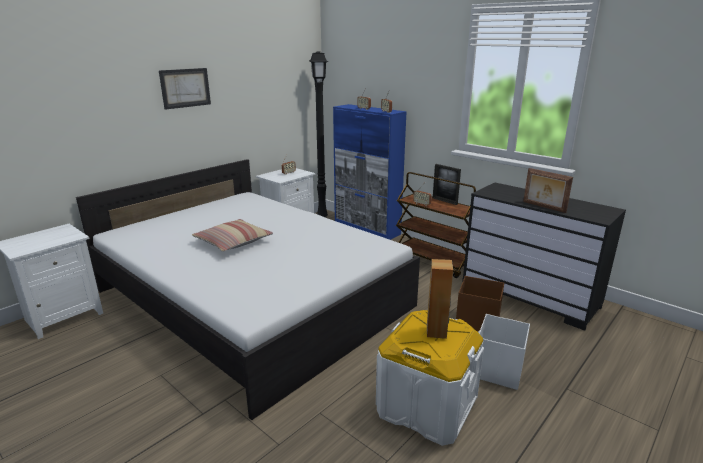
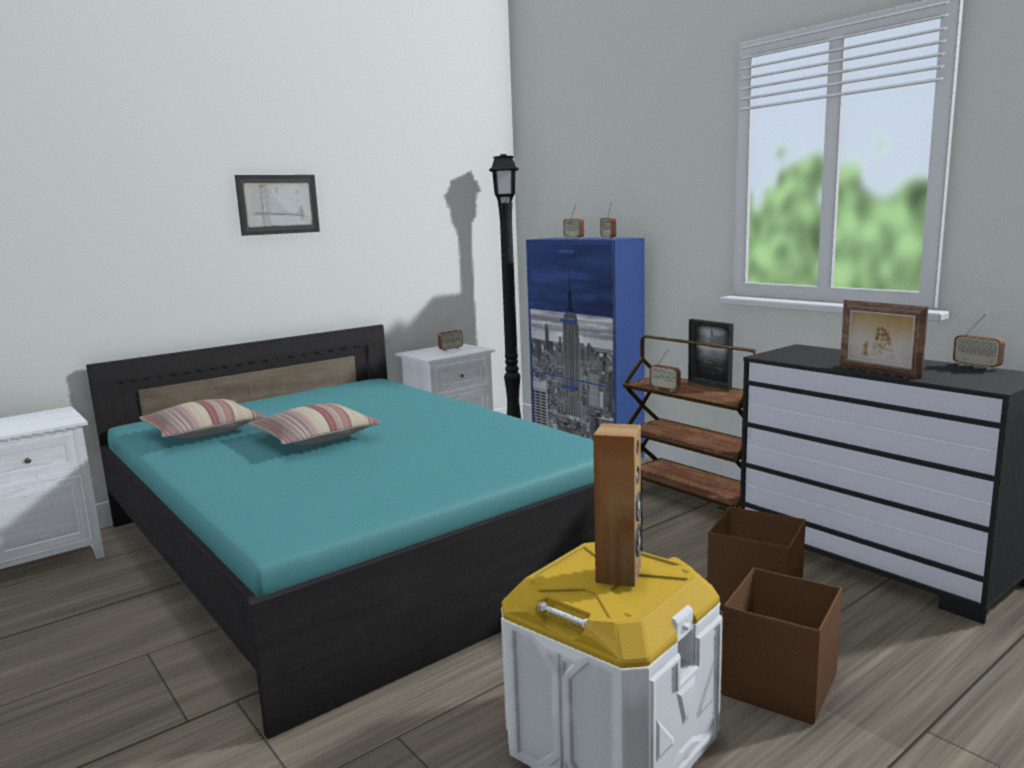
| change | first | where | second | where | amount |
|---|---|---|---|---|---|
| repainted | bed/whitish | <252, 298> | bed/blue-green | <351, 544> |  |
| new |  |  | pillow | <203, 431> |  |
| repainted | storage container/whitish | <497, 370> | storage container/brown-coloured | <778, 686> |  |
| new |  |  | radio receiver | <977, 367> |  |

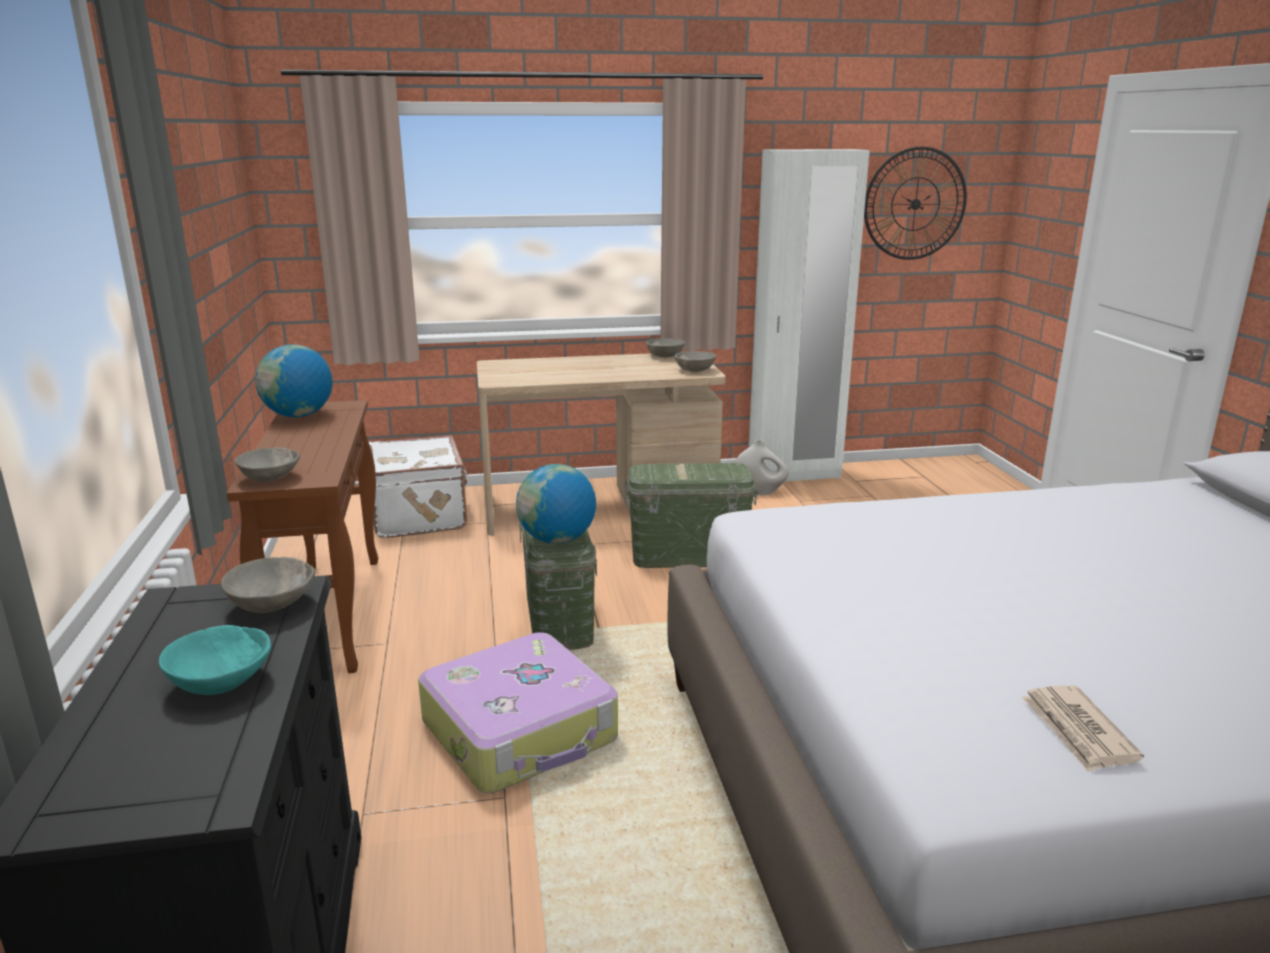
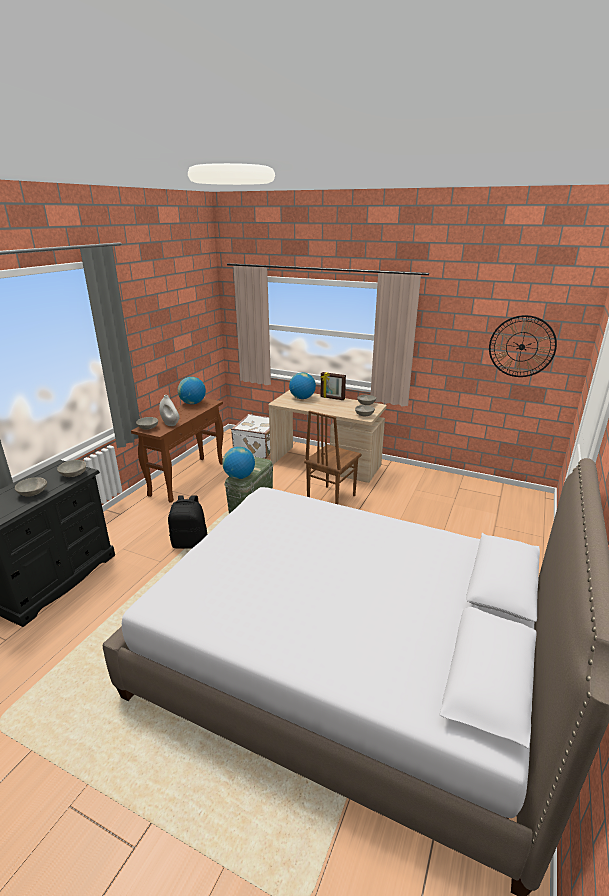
| change | first | where | second | where | amount |
|---|---|---|---|---|---|
| repainted | deep dish/blue-green | <219, 682> | deep dish/gray | <33, 493> |  |
| shifted | vase/whitish | <759, 492> |  | <170, 424> |  |
| swapped | suitcase | <521, 731> | rucksack/black-coloured | <190, 543> |  |
| new |  |  | world globe | <302, 398> |  |
| swapped | storage container/greenish | <688, 556> | chair/brown-coloured | <330, 499> |  |
| new |  |  | standing frame | <332, 398> |  |
| gone | clothes cupboard/whitish | <794, 475> |  |  |  |
| gone | printed paper | <1078, 731> |  |  |  |

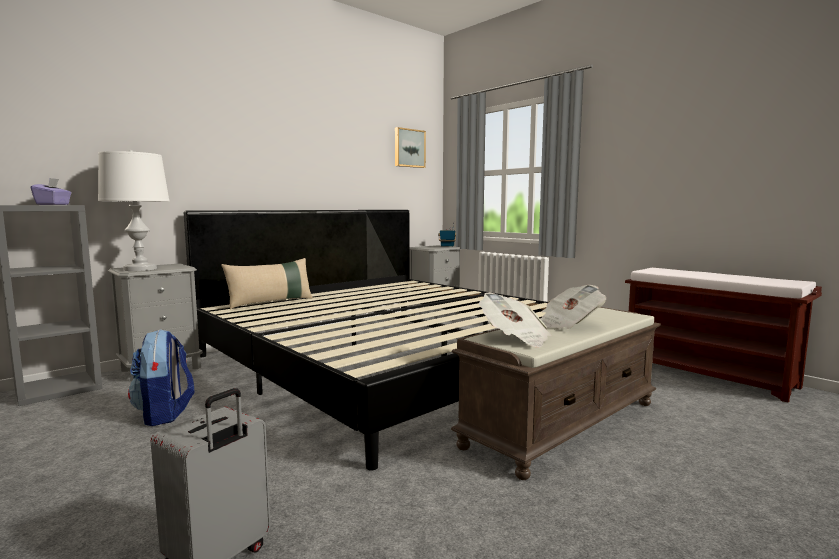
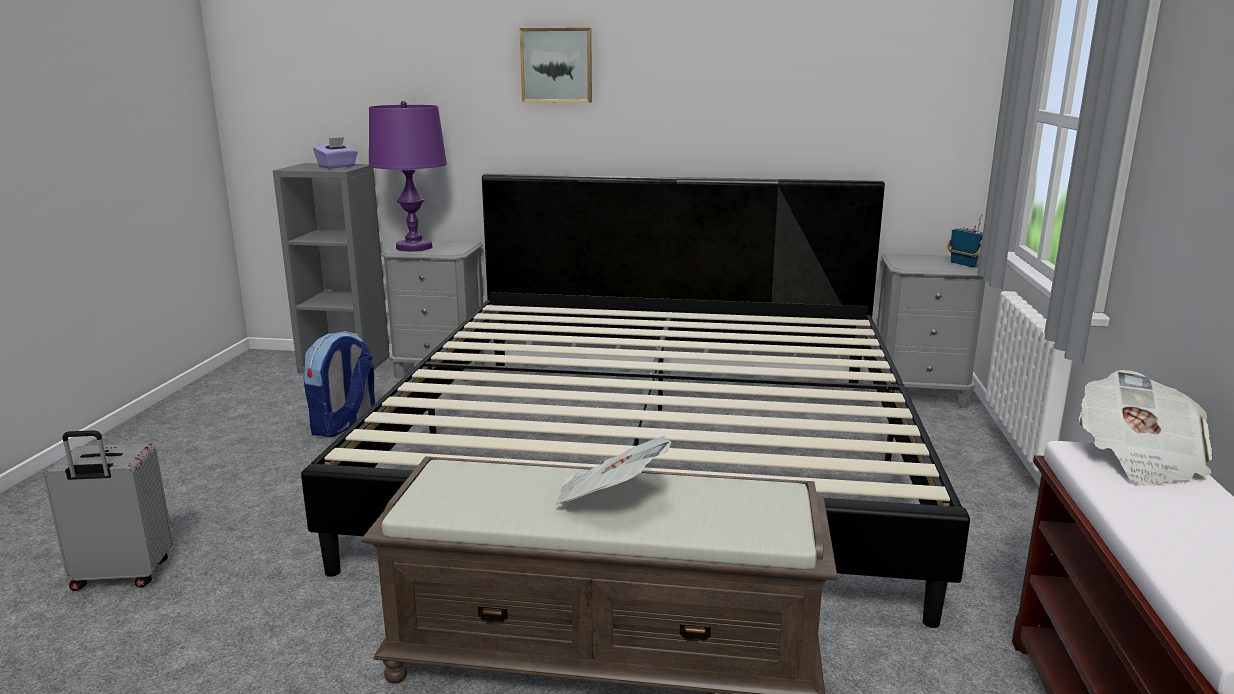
| change | first | where | second | where | amount |
|---|---|---|---|---|---|
| repainted | table lamp/whitish | <140, 269> | table lamp/purple | <414, 247> |  |
| shifted | picture | <409, 148> |  | <557, 65> |  |
| shifted | printed paper | <515, 338> |  | <1138, 459> |  |
| gone | pillow/beige-coloured | <270, 302> |  |  |  |

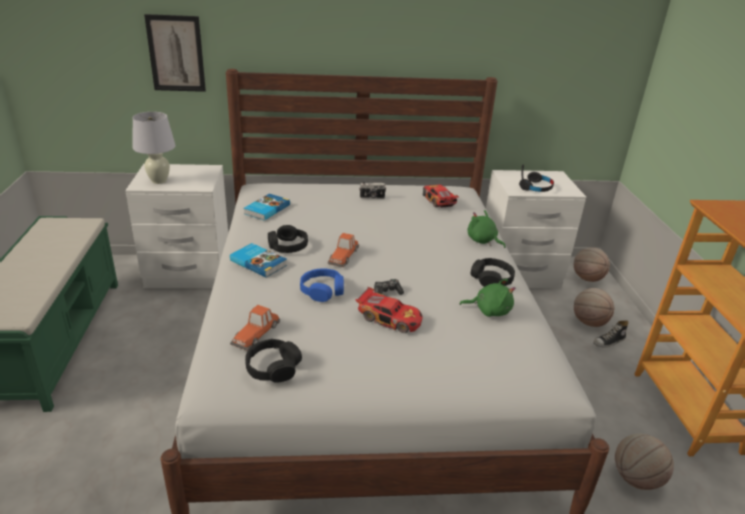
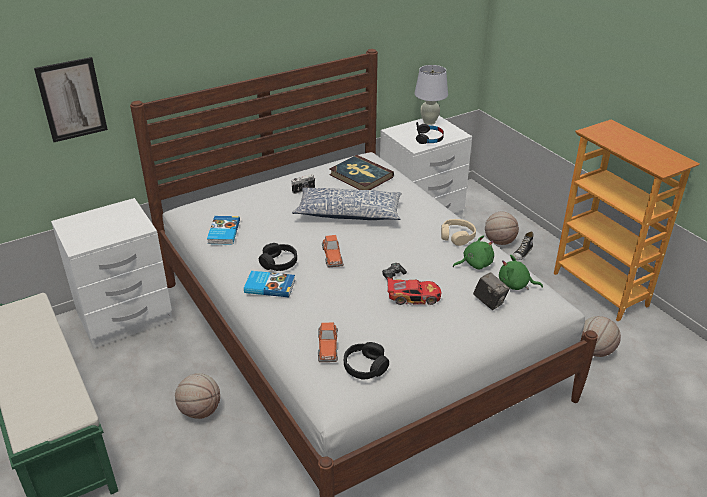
| change | first | where | second | where | amount |
|---|---|---|---|---|---|
| shifted | basketball ball | <587, 278> |  | <200, 410> |  |
| new |  |  | pillow | <348, 213> |  |
| swapped | miniature car | <438, 201> | bound book | <361, 176> |  |
| shifted | table lamp/whitish | <159, 181> |  | <429, 122> |  |
| repainted | headset/black-coloured | <491, 279> | headset/beige-coloured | <457, 236> |  |
| new |  |  | still camera | <489, 302> |  |
| shifted | plush toy/greenish | <482, 241> |  | <515, 285> |  |
| gone | headset/blue-coloured | <322, 291> |  |  |  |

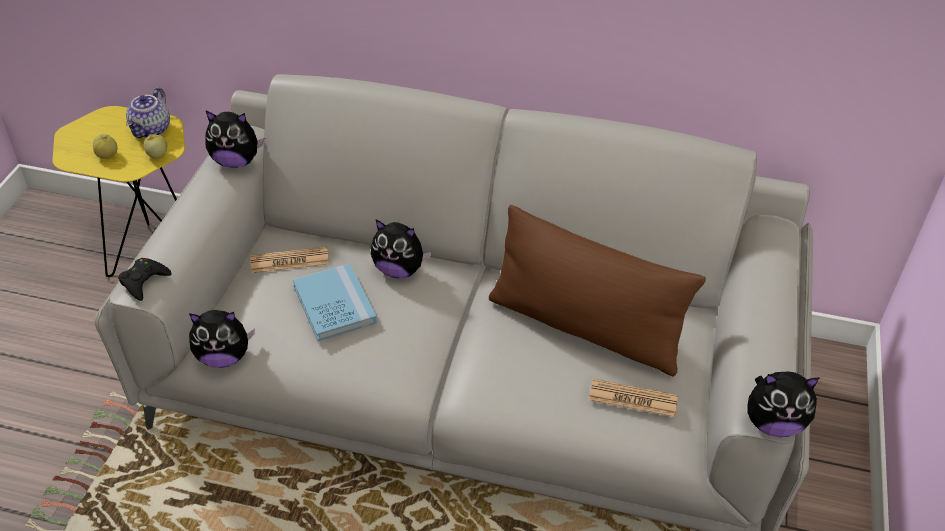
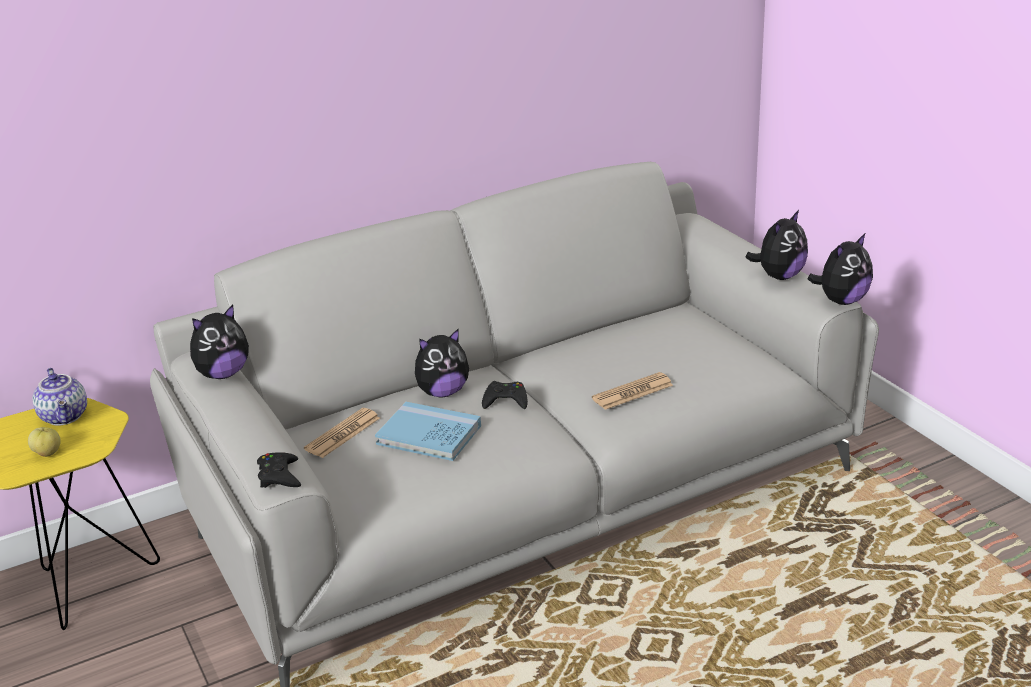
| change | first | where | second | where | amount |
|---|---|---|---|---|---|
| new |  |  | joypad/black-coloured | <505, 400> |  |
| shifted | printed paper | <633, 398> |  | <632, 392> |  |
| shifted | plush toy | <223, 357> |  | <779, 276> |  |
| gone | whole apple | <157, 155> |  |  |  |
| gone | pillow/brown-coloured | <584, 327> |  |  |  |

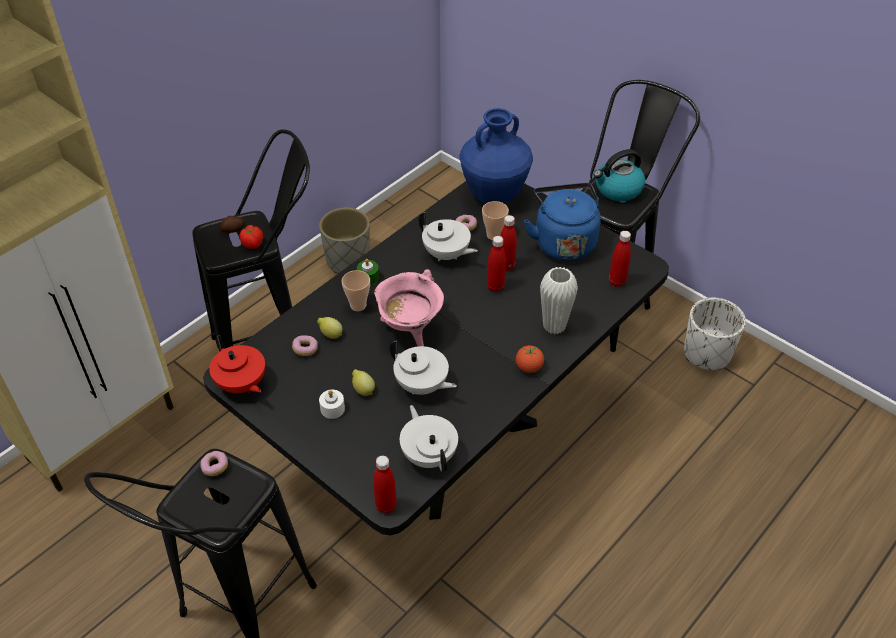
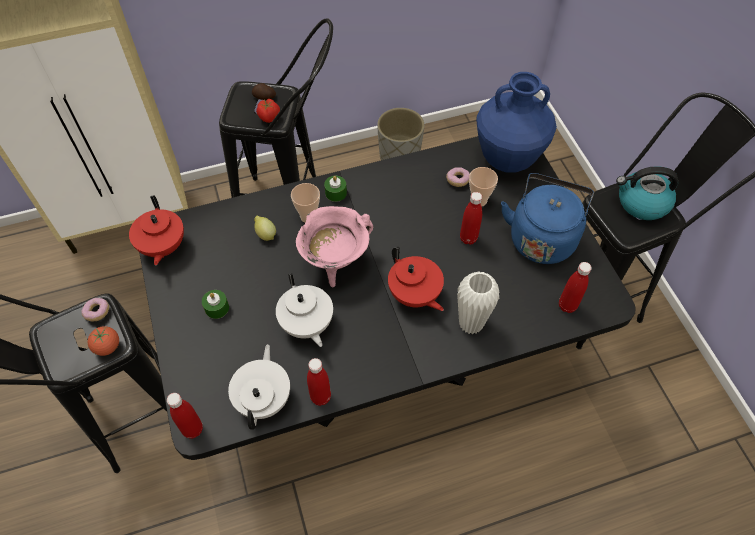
| change | first | where | second | where | amount |
|---|---|---|---|---|---|
| shifted | fresh tomato | <529, 367> |  | <108, 347> |  |
| repainted | candle/whitish | <332, 409> | candle/greenish | <217, 308> |  |
| shifted | bottle/red | <495, 287> |  | <320, 397> |  |
| new |  |  | tea pot/red | <414, 295> |  |
| gone | ring doughnut | <305, 349> |  |  |  |
| gone | citrus fruit | <363, 390> |  |  |  |
| gone | tea pot/whitish | <446, 254> |  |  |  |
| gone | plant pot/whitish | <707, 353> |  |  |  |

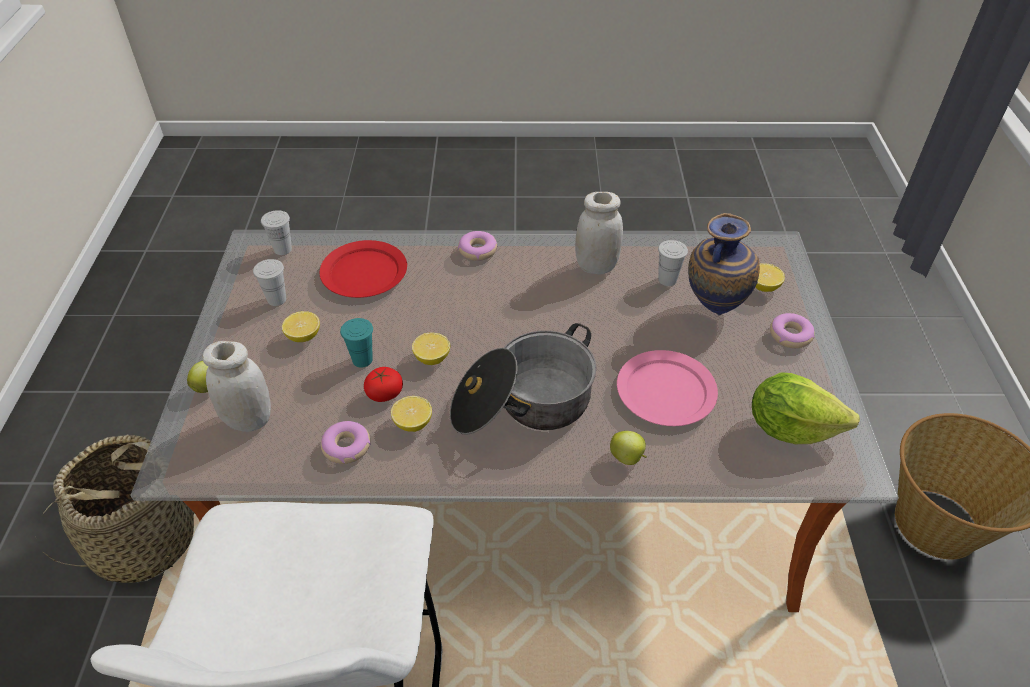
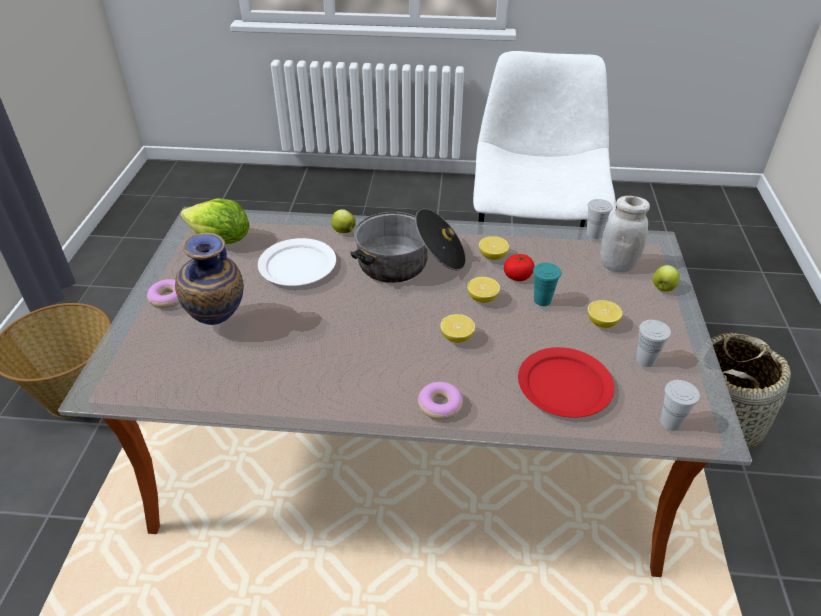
| change | first | where | second | where | amount |
|---|---|---|---|---|---|
| repainted | flat dish/pink-coloured | <665, 390> | flat dish/whitish | <297, 266> |  |
| shifted | citrus fruit | <763, 287> |  | <457, 337> |  |
| shifted | small cup/whitish | <667, 280> |  | <594, 233> |  |
| gone | ring doughnut | <346, 447> |  |  |  |
| gone | jar/whitish | <596, 266> |  |  |  |

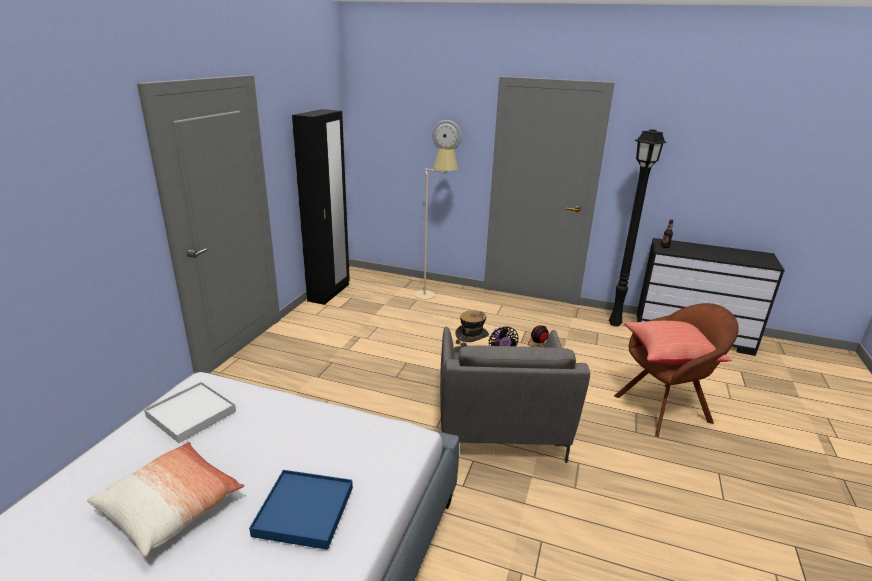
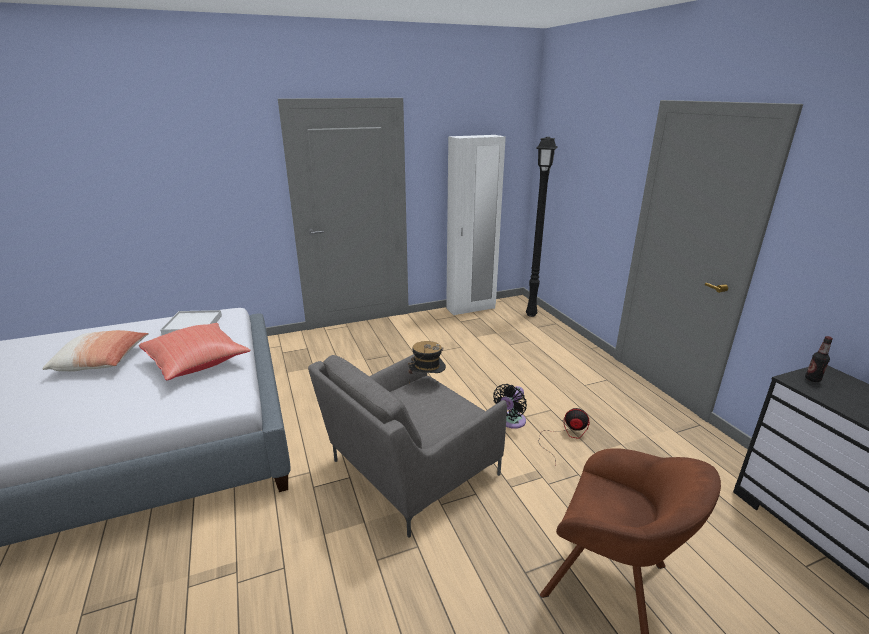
| change | first | where | second | where | amount |
|---|---|---|---|---|---|
| shifted | pillow/red | <669, 354> |  | <198, 363> |  |
| repainted | clothes cupboard/black-coloured | <329, 293> | clothes cupboard/whitish | <471, 308> |  |
| shifted | floor lamp/black-coloured | <613, 324> |  | <530, 314> |  |
| gone | carrying tray/blue-coloured | <304, 511> |  |  |  |
| gone | floor lamp/beige-coloured | <433, 293> |  |  |  |
| gone | hanging clock | <447, 135> |  |  |  |

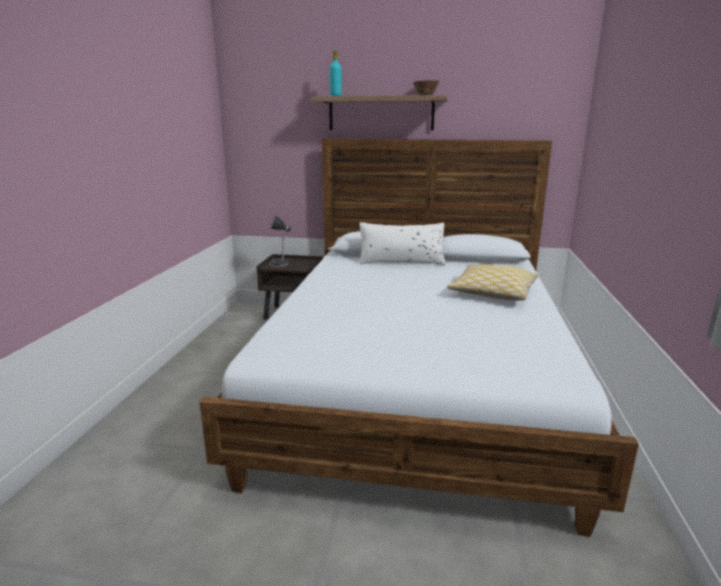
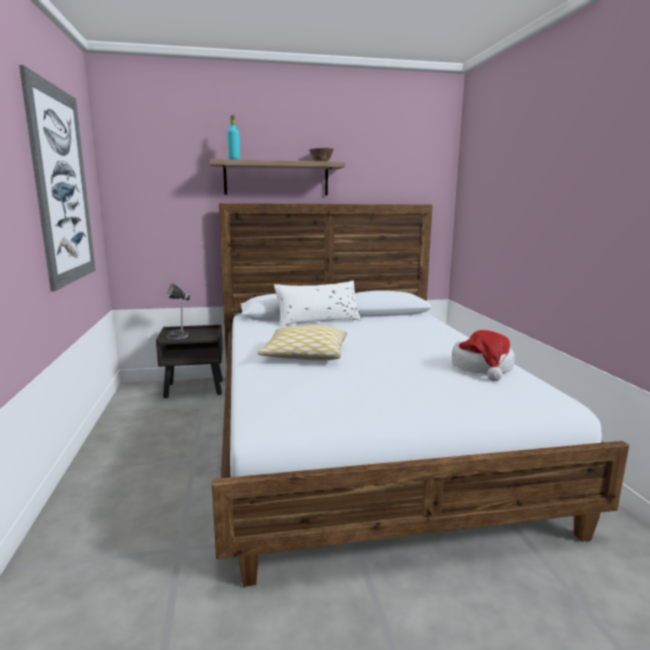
| change | first | where | second | where | amount |
|---|---|---|---|---|---|
| new |  |  | picture | <62, 186> |  |
| shifted | pillow | <492, 293> |  | <305, 355> |  |
| new |  |  | clothing hat | <482, 367> |  |

